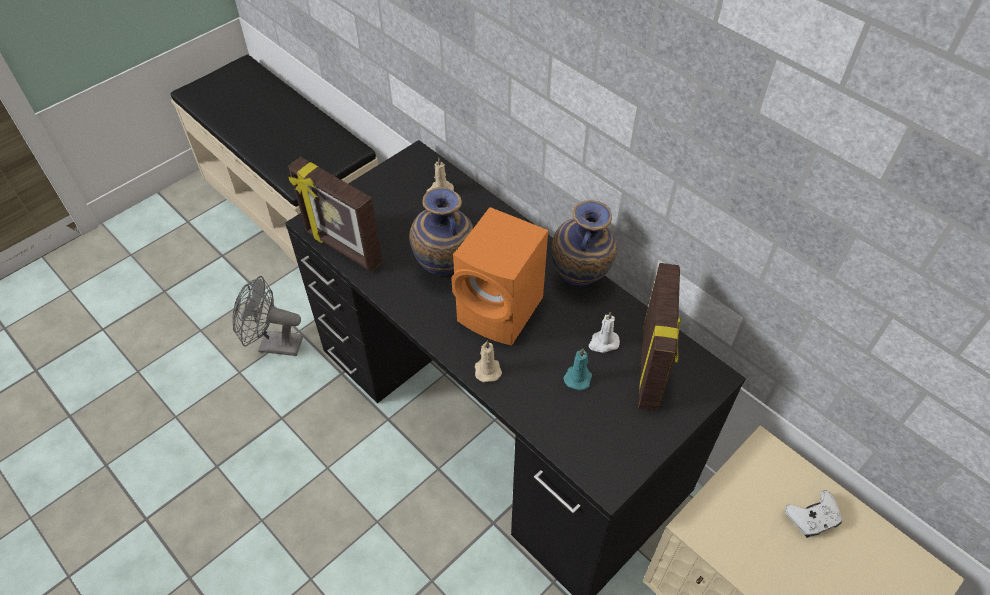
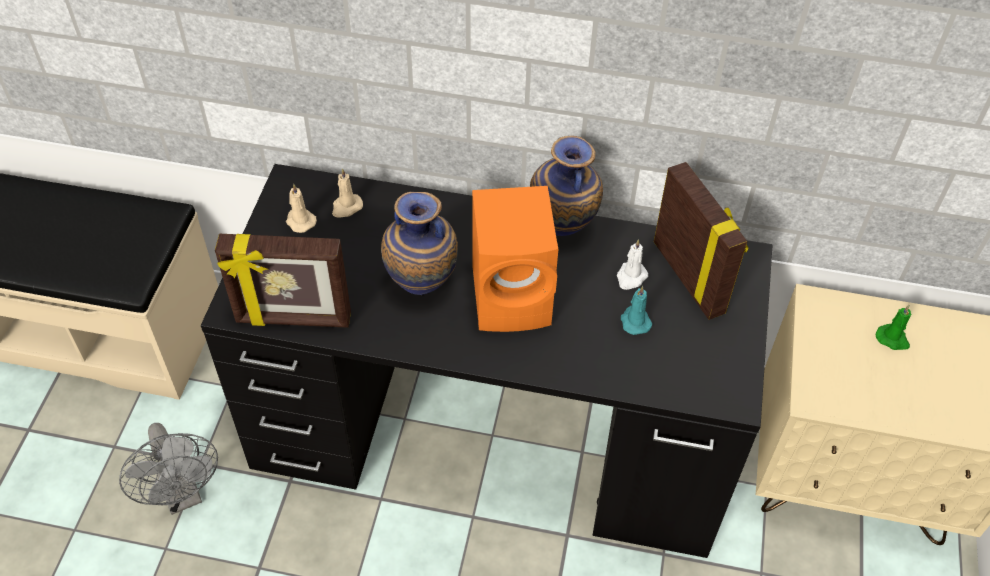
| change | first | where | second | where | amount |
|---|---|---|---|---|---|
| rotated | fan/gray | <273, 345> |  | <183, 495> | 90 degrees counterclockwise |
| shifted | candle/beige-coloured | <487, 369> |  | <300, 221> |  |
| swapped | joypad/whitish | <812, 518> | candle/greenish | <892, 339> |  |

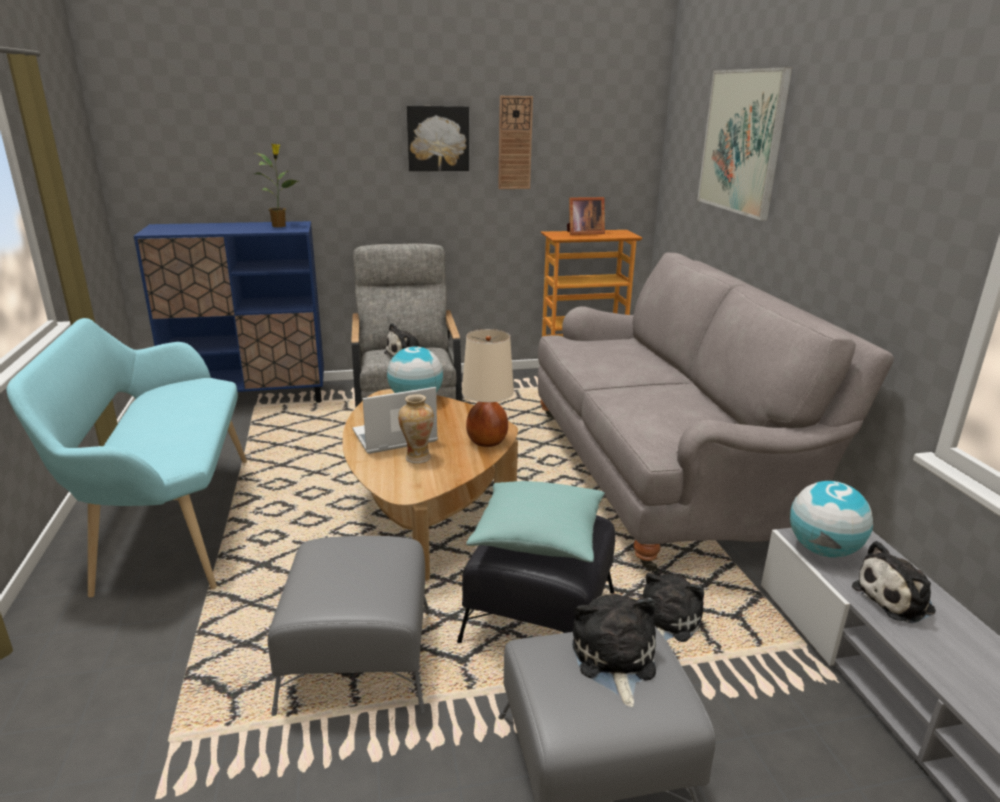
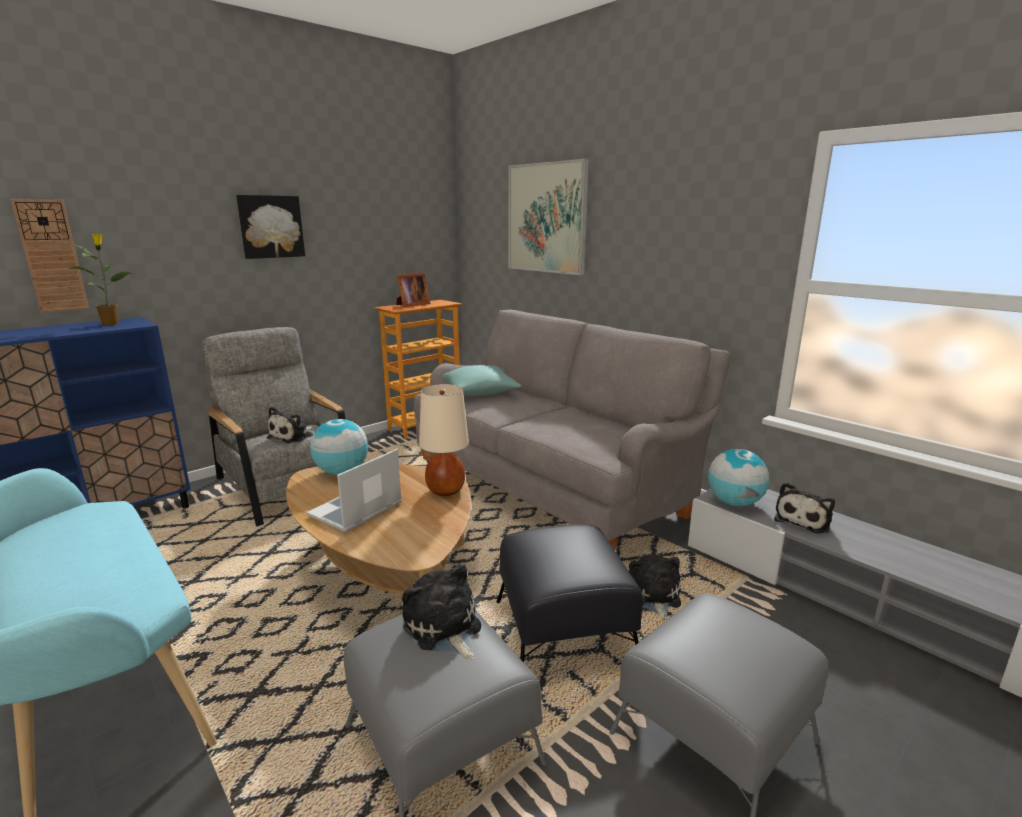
| change | first | where | second | where | amount |
|---|---|---|---|---|---|
| shifted | hanging clock | <515, 143> |  | <51, 256> |  |
| shifted | plush toy | <614, 660> |  | <443, 628> |  |
| shifted | pillow/blue-green | <538, 536> |  | <479, 392> |  |
| gone | vase | <417, 457> |  |  |  |

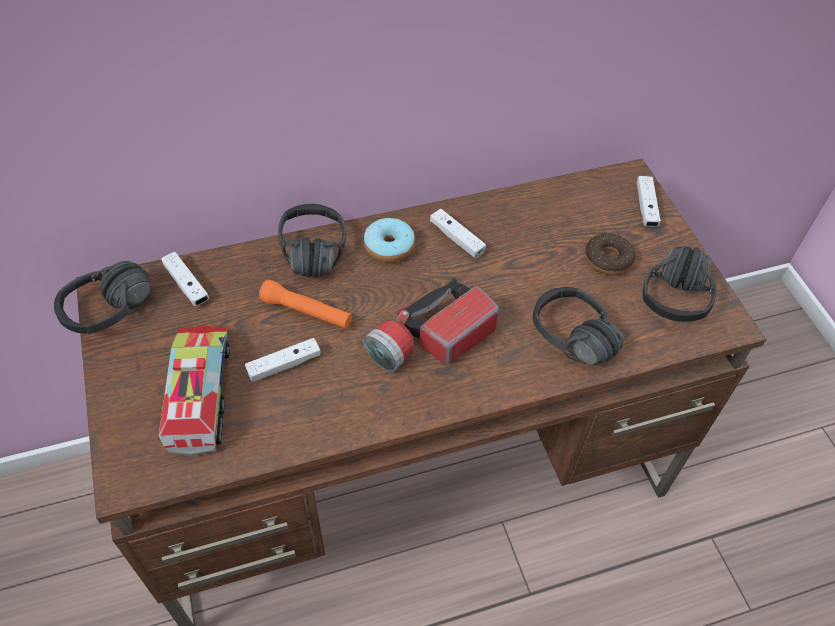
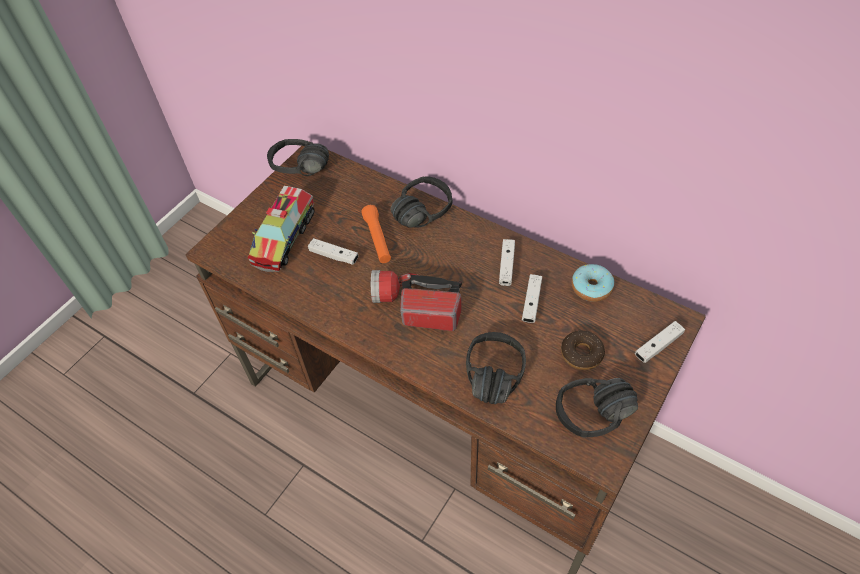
| change | first | where | second | where | amount |
|---|---|---|---|---|---|
| rotated | toy lorry | <200, 394> |  | <284, 237> | 150 degrees clockwise |
| shifted | joypad/whitish | <186, 284> |  | <531, 302> |  |
| shifted | ring doughnut | <389, 247> |  | <591, 287> |  |

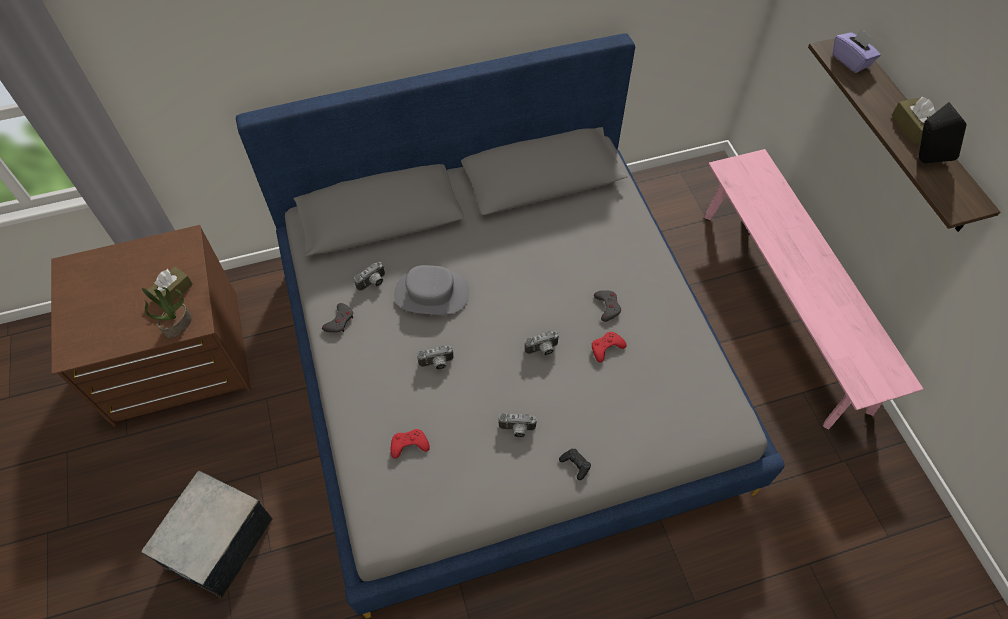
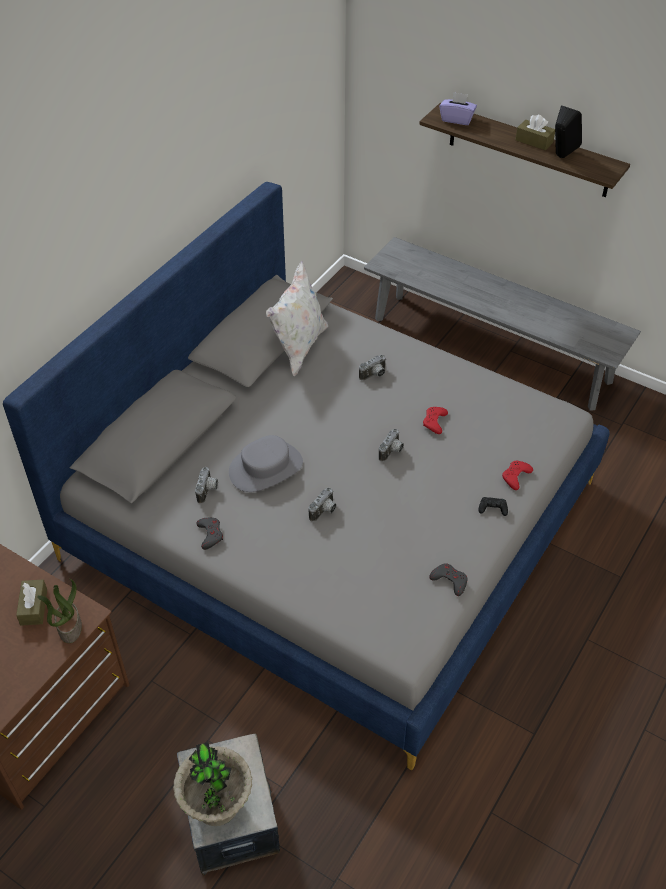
| change | first | where | second | where | amount |
|---|---|---|---|---|---|
| new |  |  | houseplant | <216, 804> |  |
| new |  |  | pillow/whitish | <299, 348> |  |
| shifted | still camera | <517, 430> |  | <374, 375> |  |
| repainted | long seat/pink-coloured | <782, 307> | long seat/gray | <490, 350> |  |
| shifted | joypad/gray | <607, 306> |  | <449, 580> |  |
| shifted | joypad/red | <409, 444> |  | <515, 476> |  |

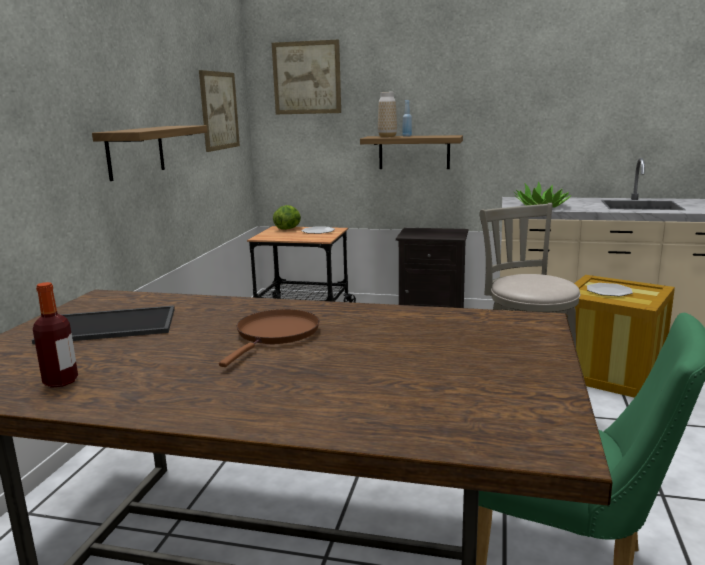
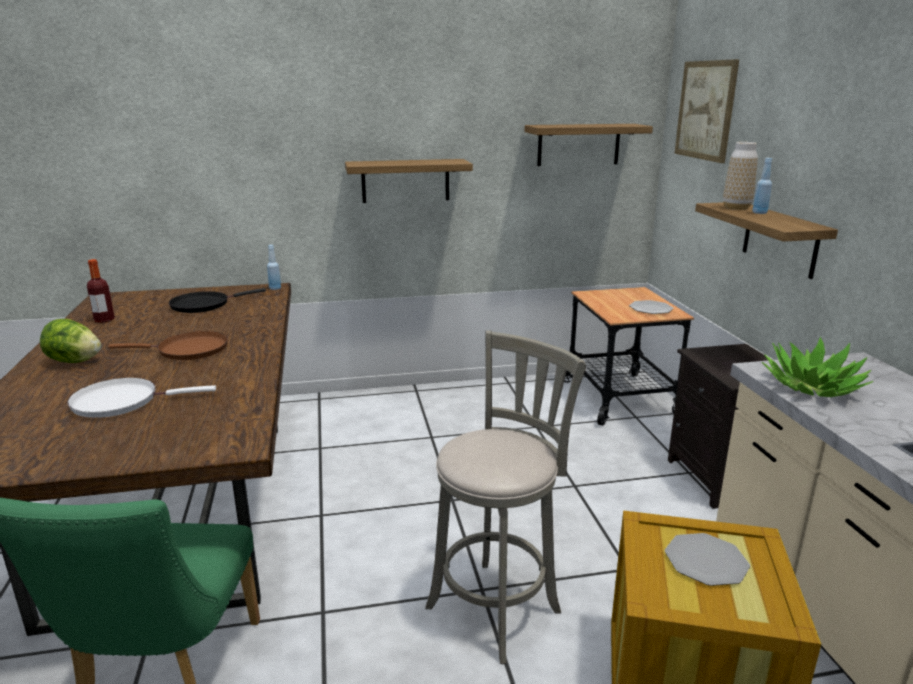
| change | first | where | second | where | amount |
|---|---|---|---|---|---|
| shifted | head of lettuce | <288, 229> |  | <74, 361> |  |
| new |  |  | pan/whitish | <121, 402> |  |
| swapped | carrying tray | <106, 326> | pan/black-coloured | <204, 305> |  |
| new |  |  | bottle/blue-coloured | <275, 288> |  |
| swapped | picture | <219, 110> | bracket shelf | <578, 144> |  |

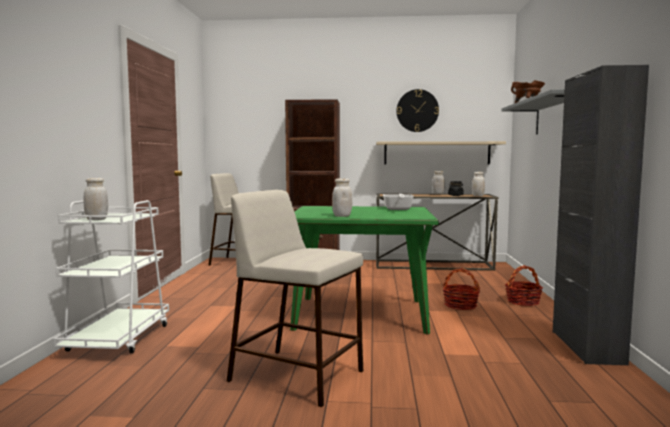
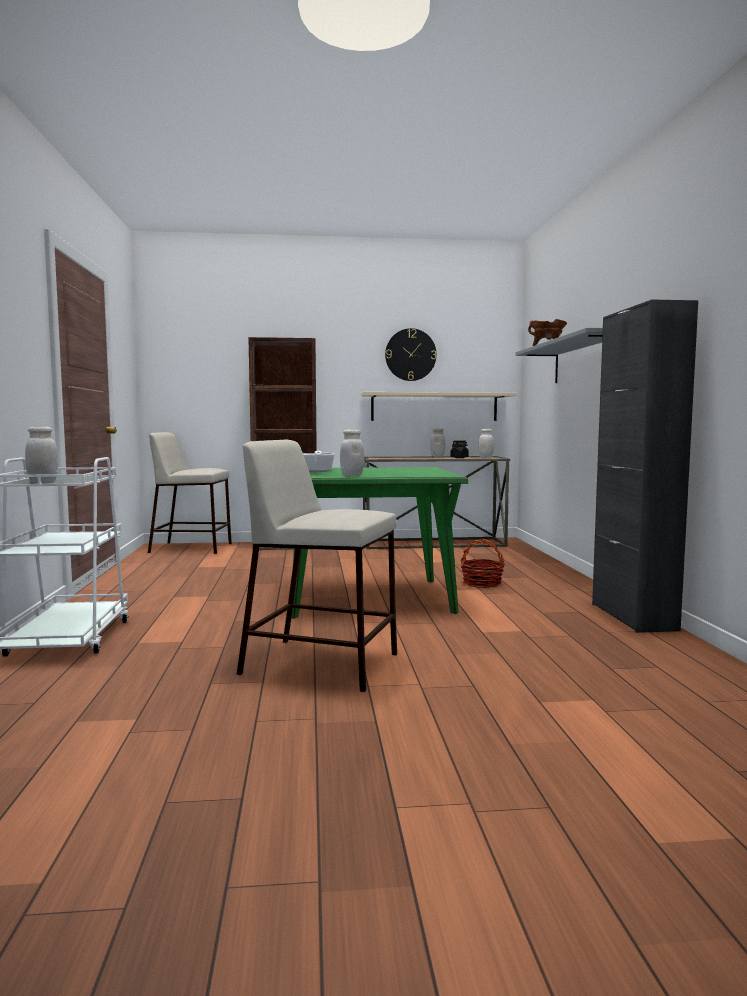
| change | first | where | second | where | amount |
|---|---|---|---|---|---|
| shifted | pan | <397, 209> |  | <315, 471> |  |
| gone | storage basket | <523, 302> |  |  |  |

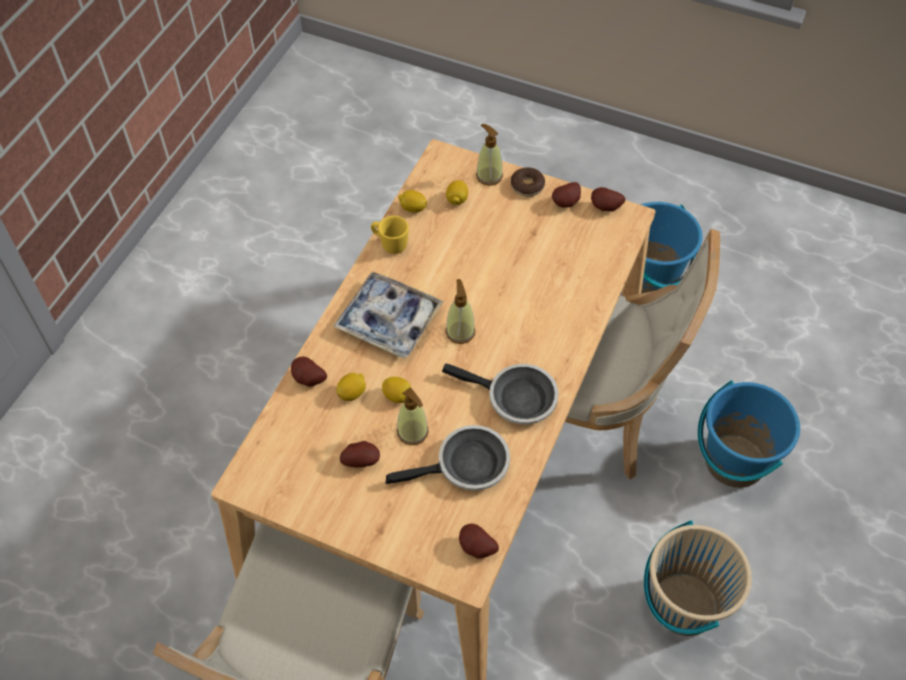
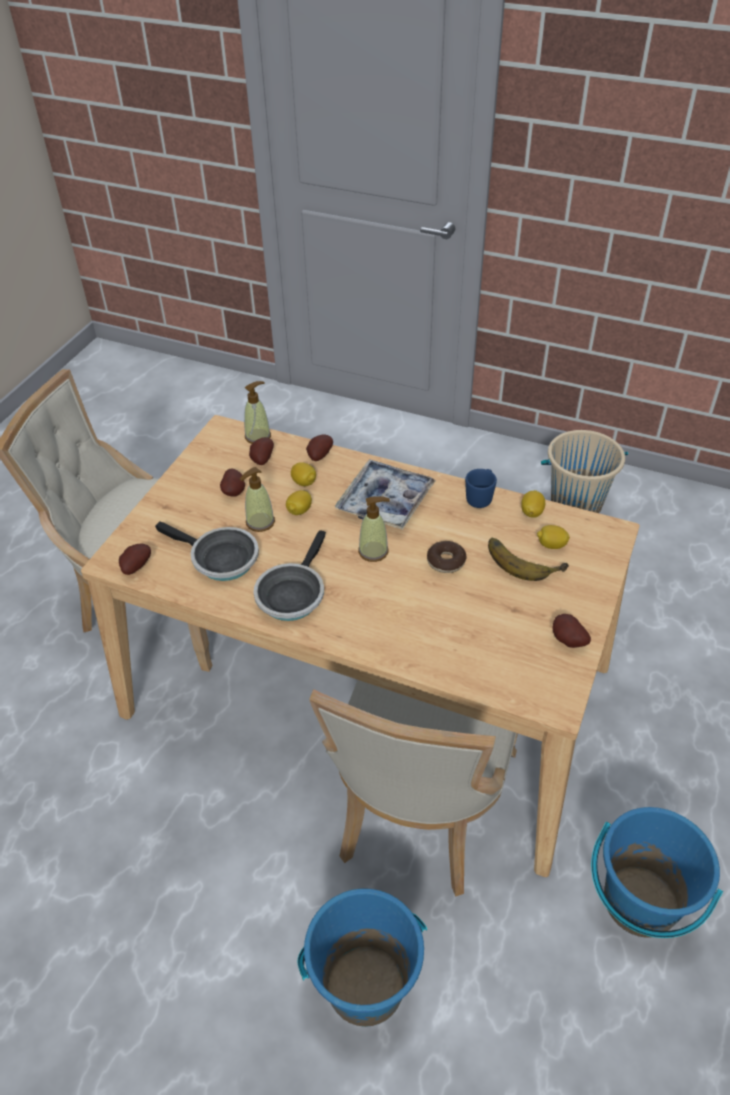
| change | first | where | second | where | amount |
|---|---|---|---|---|---|
| rotated | pan | <467, 466> |  | <220, 559> | 45 degrees counterclockwise |
| shifted | liquid soap bottle | <489, 176> |  | <258, 436> |  |
| shifted | whole potato | <605, 208> |  | <261, 460> |  |
| shifted | ring doughnut | <527, 186> |  | <446, 561> |  |
| repainted | mug/yellow-coloured | <390, 244> | mug/blue-coloured | <480, 498> |  |
| new |  |  | whole banana | <524, 559> |  |
| shifted | pail/beige-coloured | <683, 605> |  | <575, 504> |  |

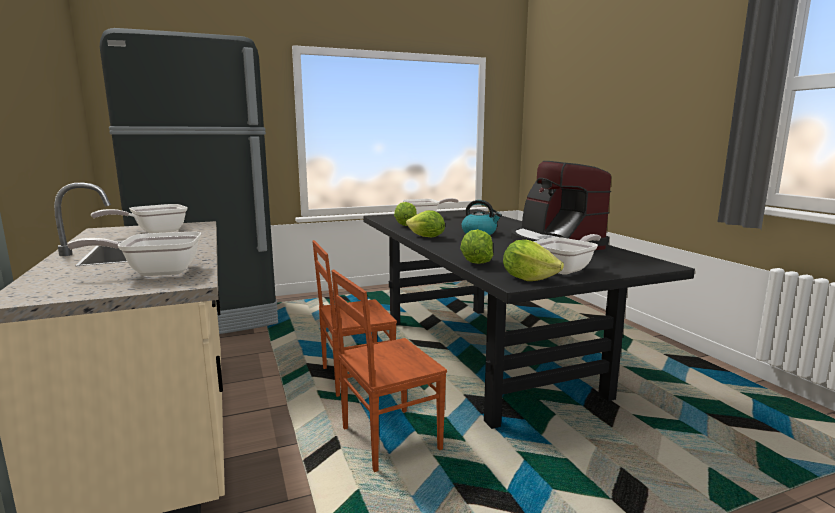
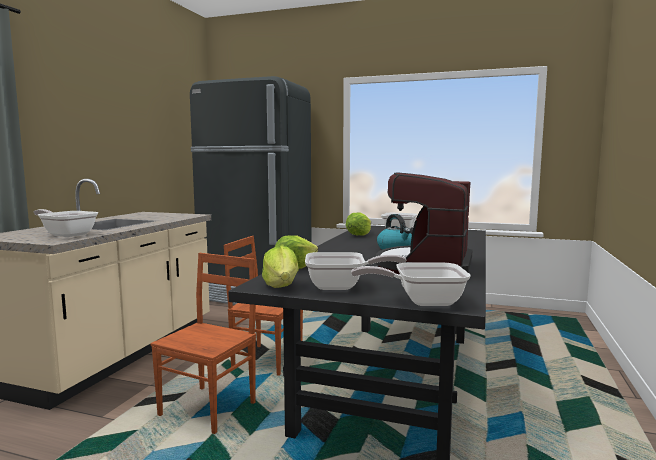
| change | first | where | second | where | amount |
|---|---|---|---|---|---|
| rotated | chair/brown-coloured | <388, 439> |  | <210, 409> | 105 degrees clockwise |
| shifted | pan | <154, 232> |  | <421, 301> |  |
| gone | head of lettuce | <426, 237> |  |  |  |

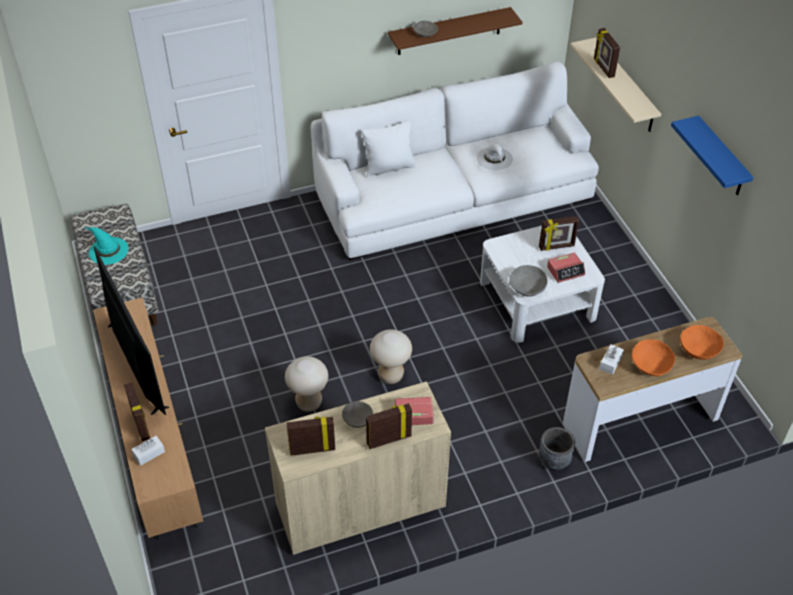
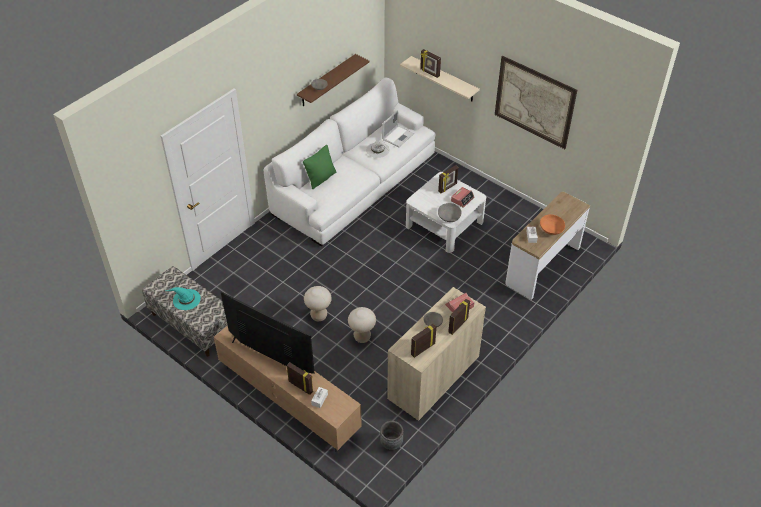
| change | first | where | second | where | amount |
|---|---|---|---|---|---|
| repainted | pillow/whitish | <389, 167> | pillow/greenish | <321, 178> |  |
| shifted | sitting stool/beige-coloured | <390, 375> |  | <319, 316> |  |
| shifted | plant pot/gray | <554, 460> |  | <391, 443> |  |
| new |  |  | laptop | <398, 136> |  |
| swapped | bracket shelf/blue-coloured | <721, 158> | picture | <534, 102> |  |
| gone | deep dish/orange-coloured | <698, 349> |  |  |  |

